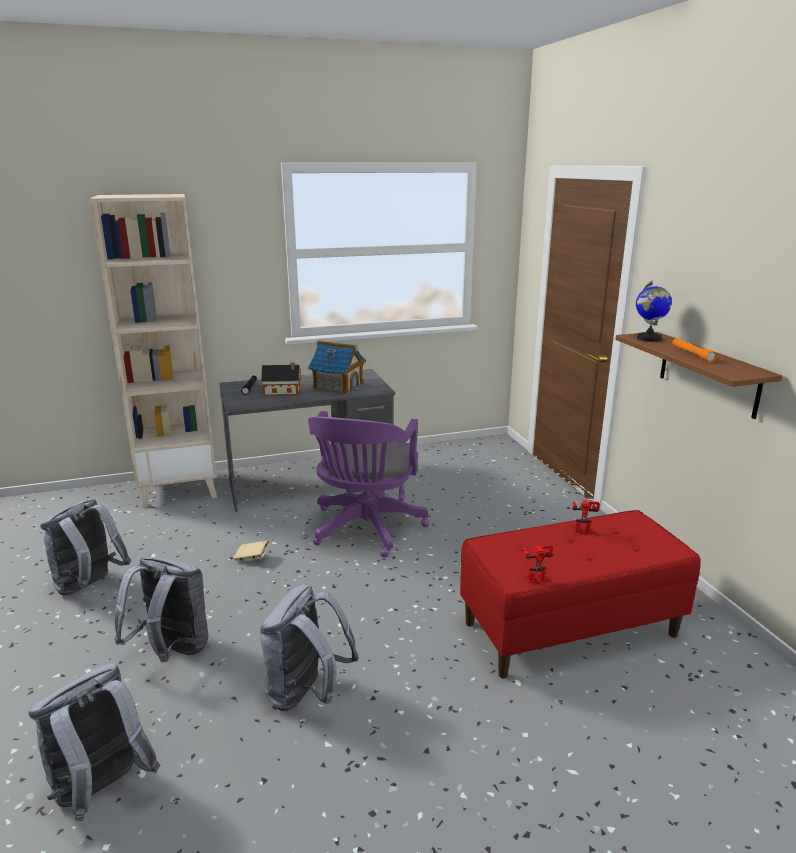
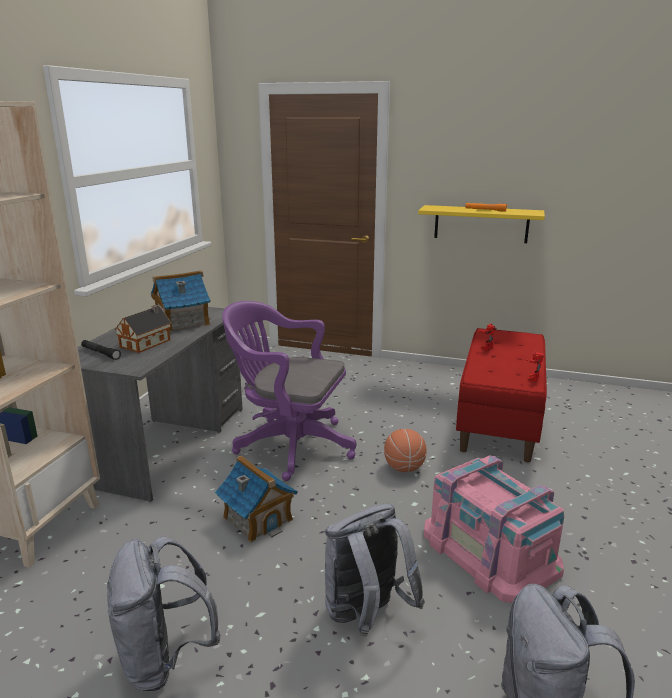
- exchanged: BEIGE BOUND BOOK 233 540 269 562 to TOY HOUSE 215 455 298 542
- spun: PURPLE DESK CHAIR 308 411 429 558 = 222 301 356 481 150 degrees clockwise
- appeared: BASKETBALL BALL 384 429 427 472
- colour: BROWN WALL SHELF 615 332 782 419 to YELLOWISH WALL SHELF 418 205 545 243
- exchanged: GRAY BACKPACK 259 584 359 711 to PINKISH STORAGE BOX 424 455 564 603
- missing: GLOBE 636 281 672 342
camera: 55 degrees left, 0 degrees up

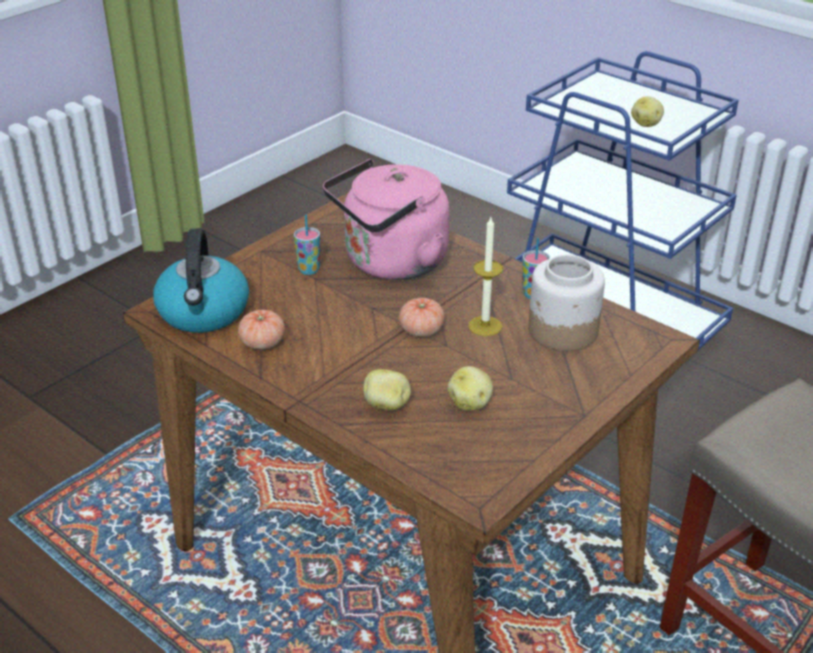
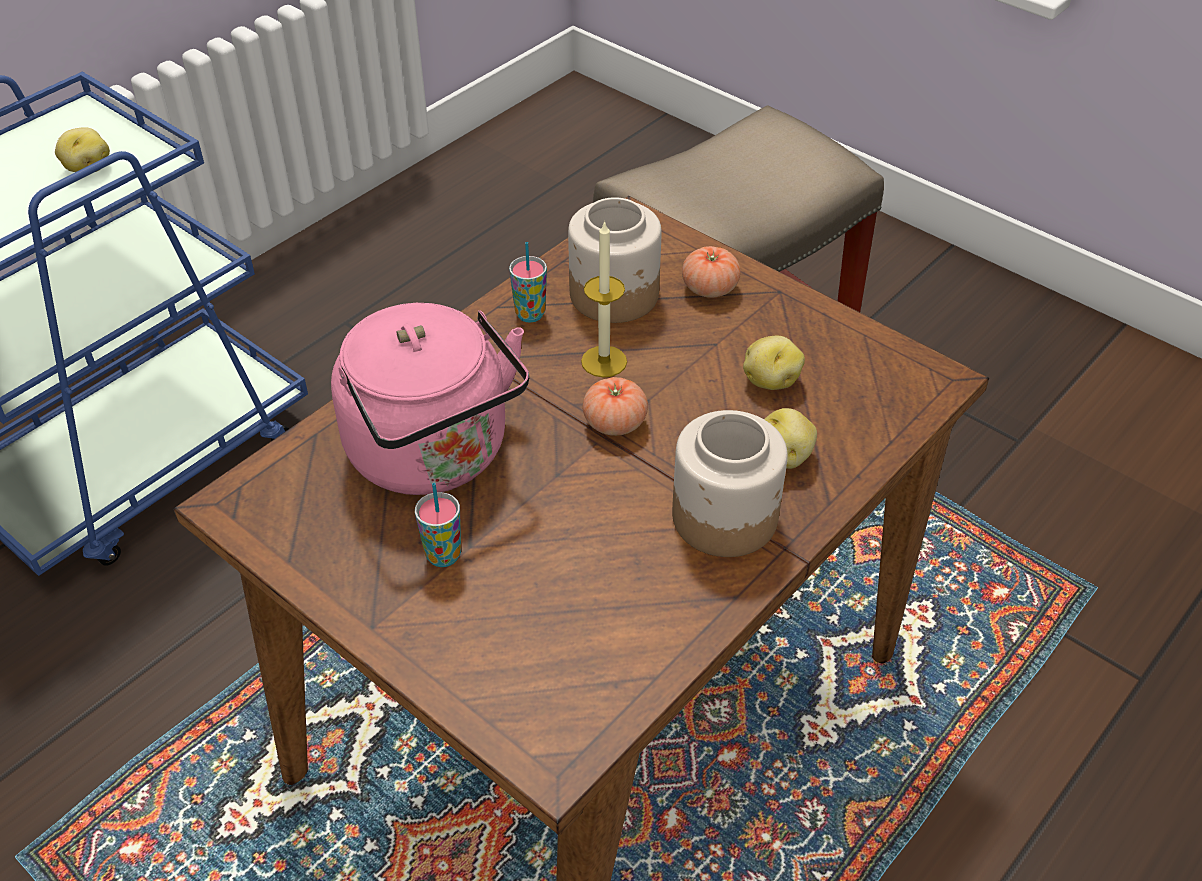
- appeared: PRESERVE JAR 672 410 788 557
- relocated: WHOLE TOMATO 238 310 285 350 to 682 246 741 298
- missing: TEA KETTLE 153 228 249 333
camera: 90 degrees left, 10 degrees up

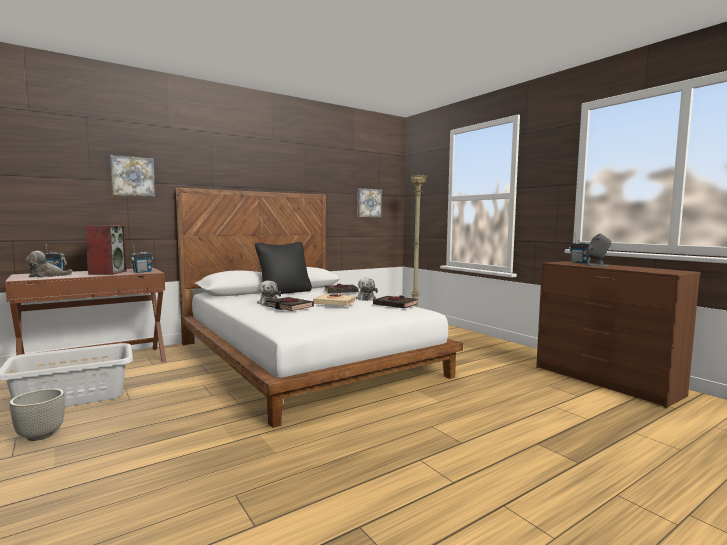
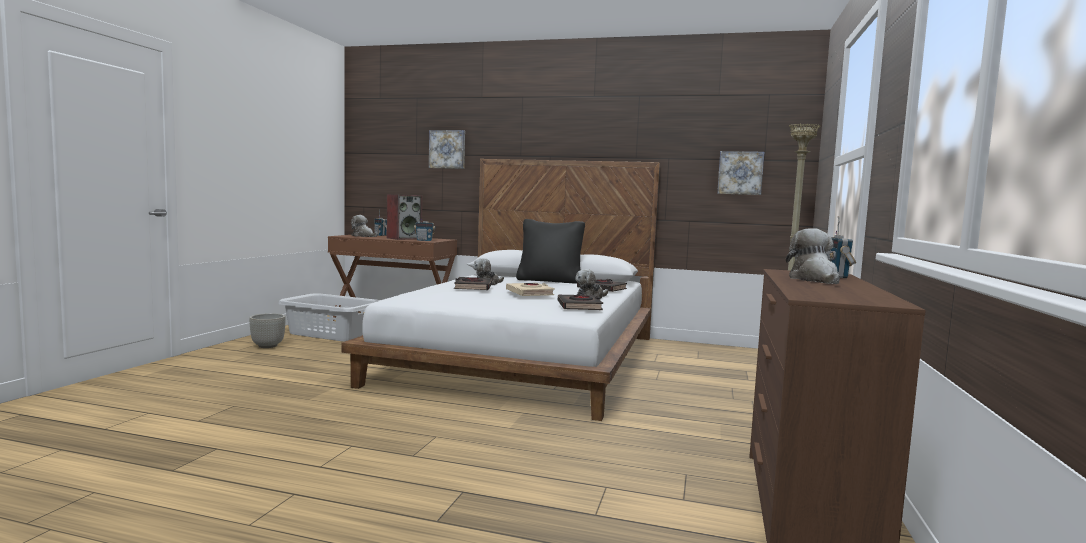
- exchanged: GRAY SPEAKER 586 233 612 267 to PLUSH TOY 786 229 840 284
camera: 50 degrees right, 0 degrees up

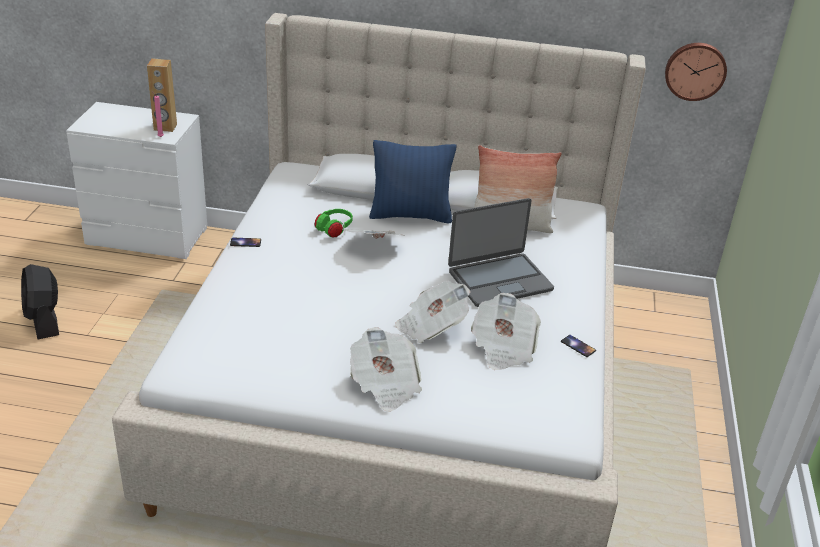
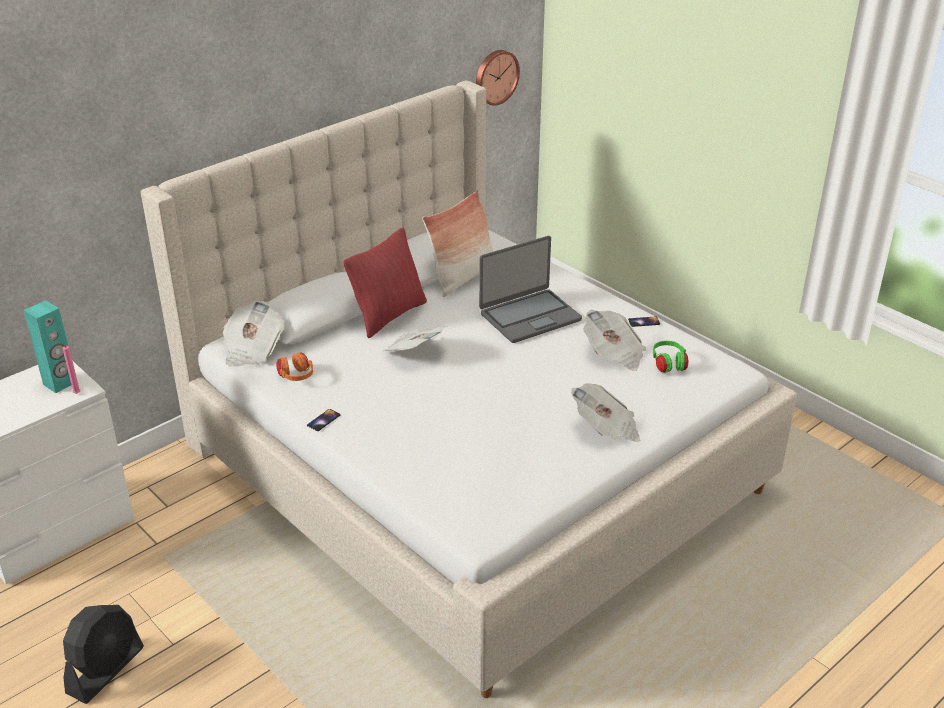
- colour: BROWN SPEAKER 147 59 177 132 to BLUE-GREEN SPEAKER 24 300 71 393
- spun: BLACK ELECTRIC FAN 21 264 59 339 = 63 605 144 704 75 degrees counterclockwise
- relocated: DAILY PAPER 395 281 471 343 to 222 301 284 367
- appeared: ORANGEY HEADSET 276 352 313 381
- colour: BLUISH THROW PILLOW 369 140 456 223 to RED-COLOURED THROW PILLOW 343 227 427 338
- spun: LAPTOP 448 198 554 307 = 479 236 582 343 45 degrees clockwise
- relocated: GREEN-COLOURED HEADSET 314 209 353 237 to 653 341 688 373
camera: 50 degrees left, 0 degrees up

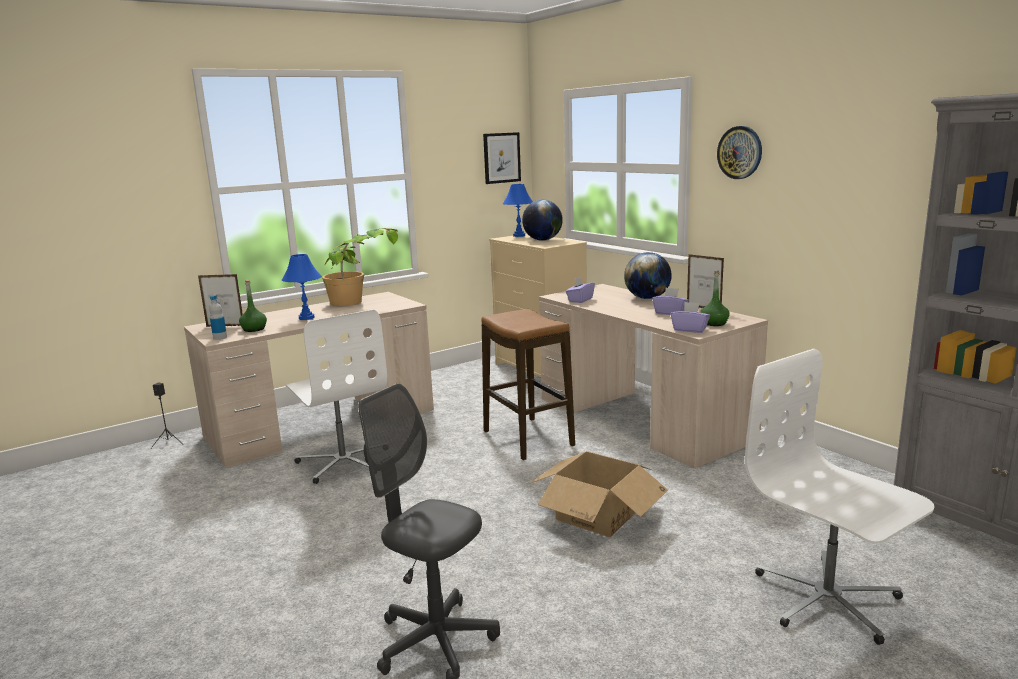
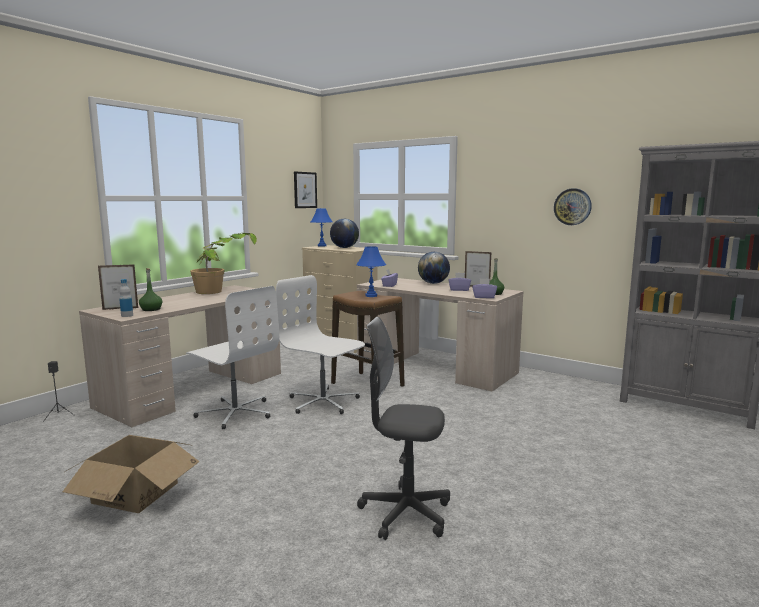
- relocated: CARDBOARD BOX 529 451 668 537 to 62 435 199 513
- relocated: WHITE DESK CHAIR 745 349 934 645 to 276 275 365 414
- relocated: BLUISH TABLE LAMP 282 254 322 320 to 356 246 386 297
- relocated: CLOCK ON THE WALL 717 126 762 179 to 554 188 592 225
camera: 20 degrees left, 5 degrees down

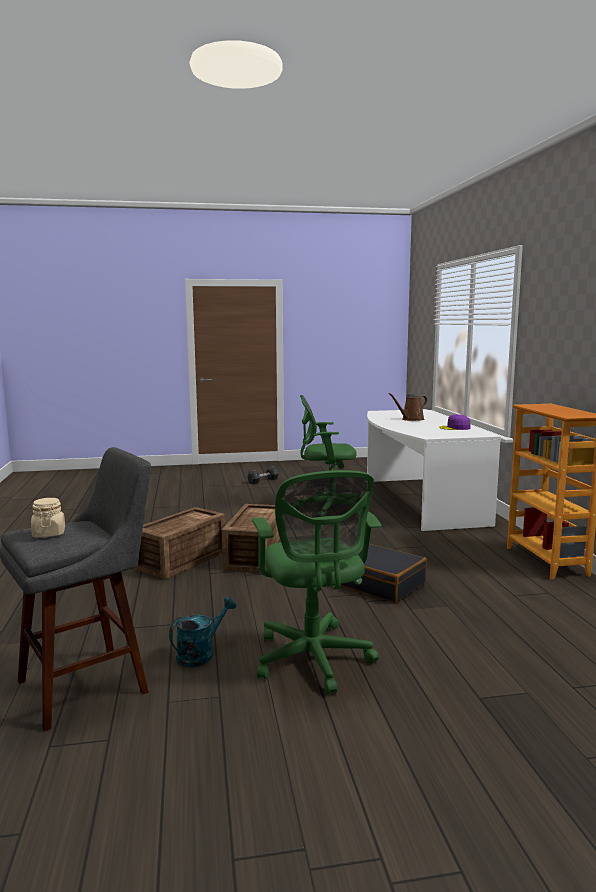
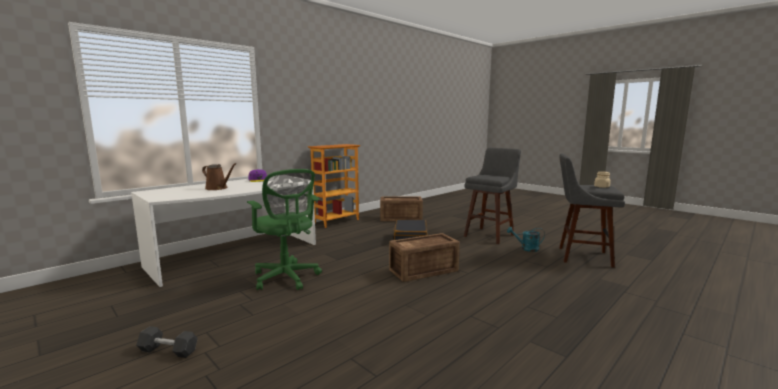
- relocated: CRATE 135 507 225 579 to 380 196 423 221
- exchanged: GREEN-COLOURED DESK CHAIR 252 470 381 694 to GRAY SITTING STOOL 464 148 521 244
camera: 125 degrees left, 0 degrees up

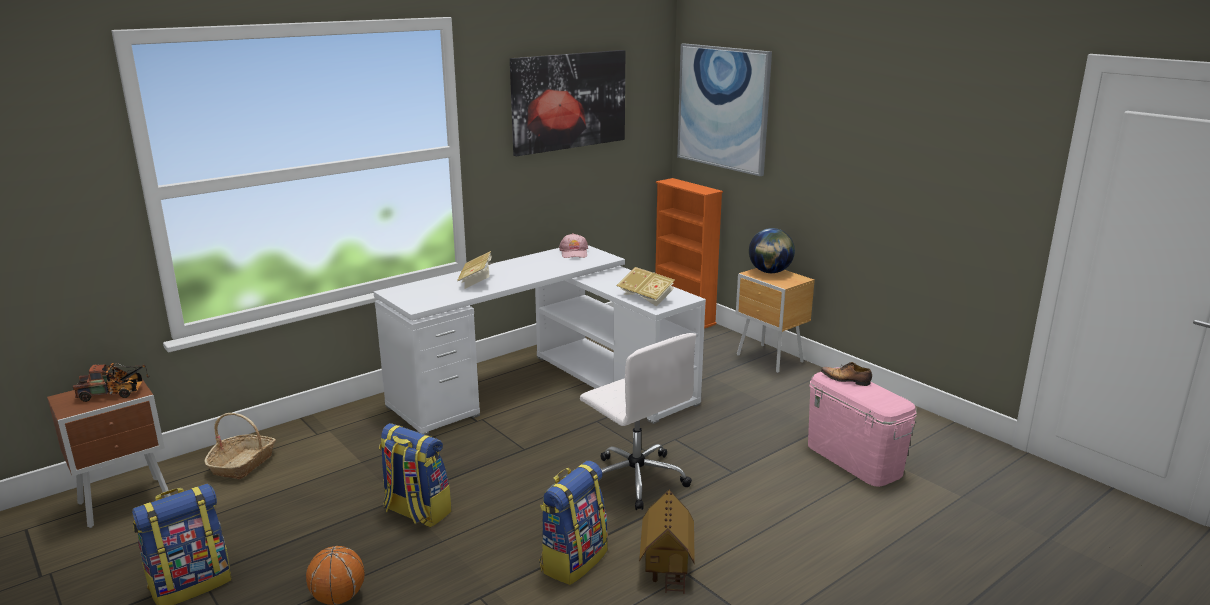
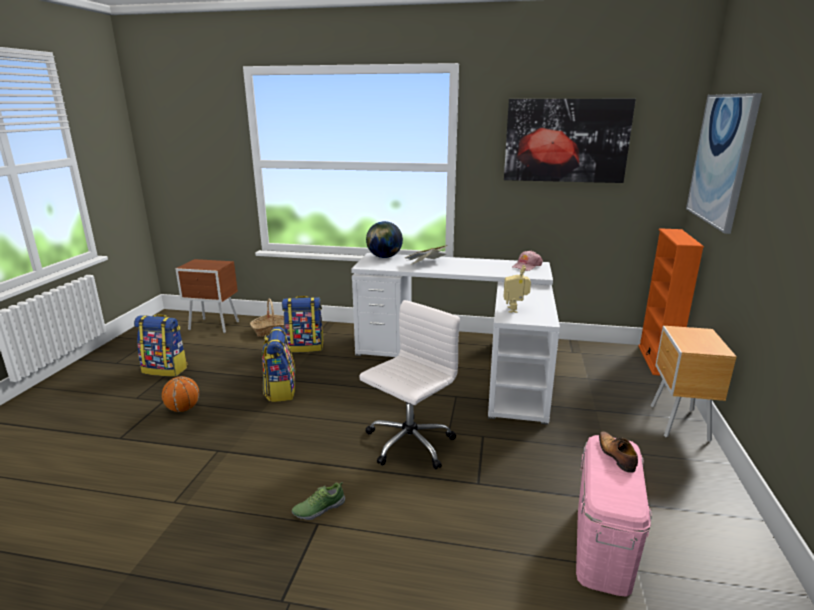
- relocated: BACKPACK 539 461 608 585 to 282 296 324 353
- exchanged: TOY HOUSE 639 490 695 594 to ITEM OF FOOTWEAR 292 482 345 520
- spun: WHITE DESK CHAIR 580 333 696 510 = 359 300 460 469 150 degrees counterclockwise
- relocated: GLOBE 749 228 795 273 to 366 221 403 258
- exchanged: BOUND BOOK 616 267 675 306 to MODEL ROBOT 504 265 531 313
- missing: MODEL TRUCK 73 363 150 402
camera: 50 degrees right, 0 degrees up

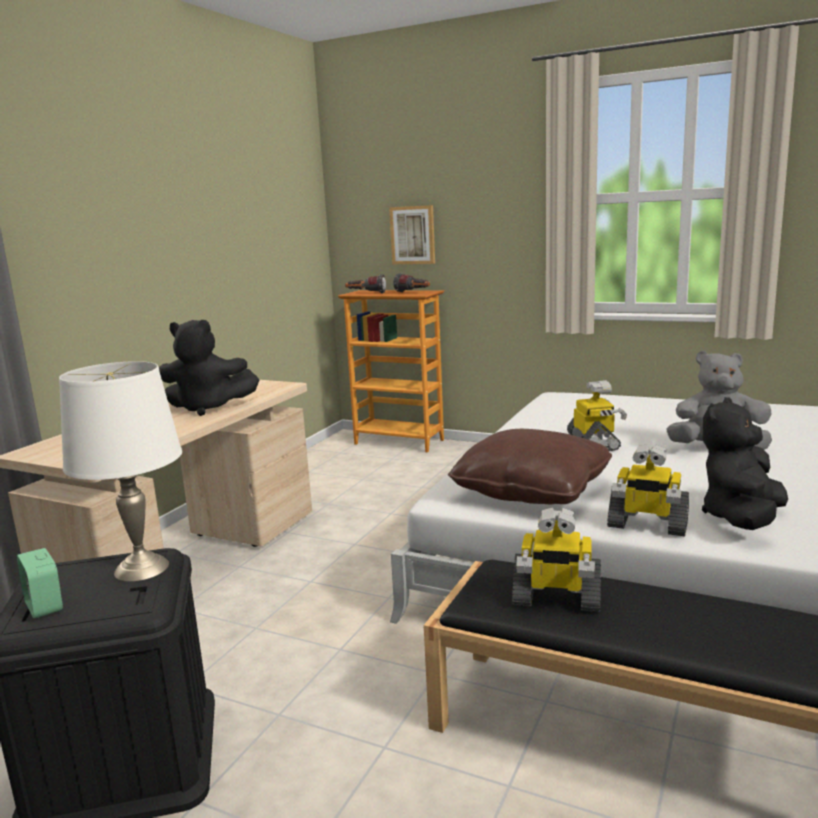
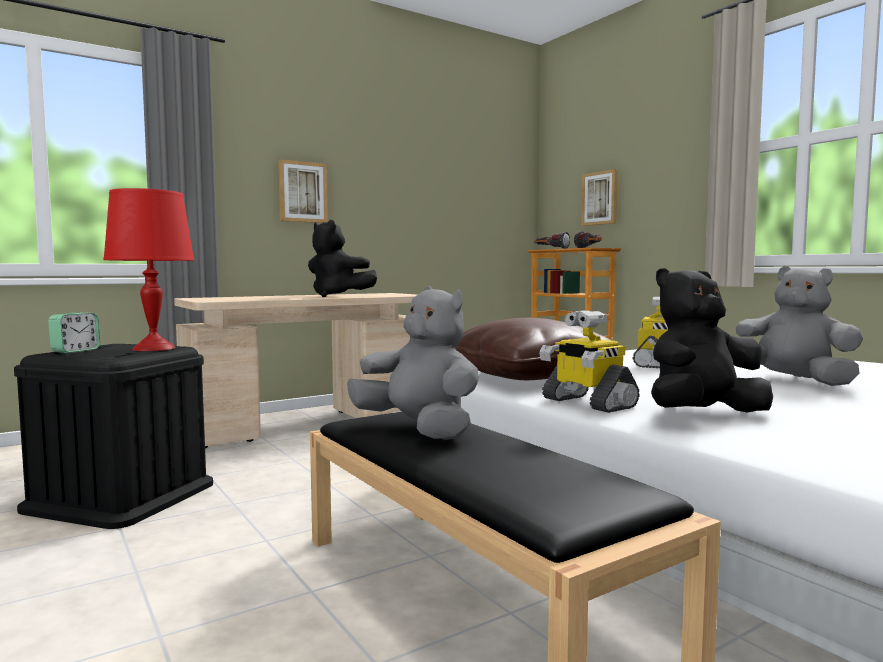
- spun: TABLE CLOCK 17 548 63 618 = 48 313 100 353 150 degrees counterclockwise
- colour: WHITE TABLE LAMP 59 361 182 582 to RED-COLOURED TABLE LAMP 103 188 194 351
- appeared: PICTURE 278 159 328 223
- exchanged: MODEL ROBOT 512 507 601 612 to GRAY PLUSH TOY 347 286 479 440
camera: 30 degrees right, 10 degrees down

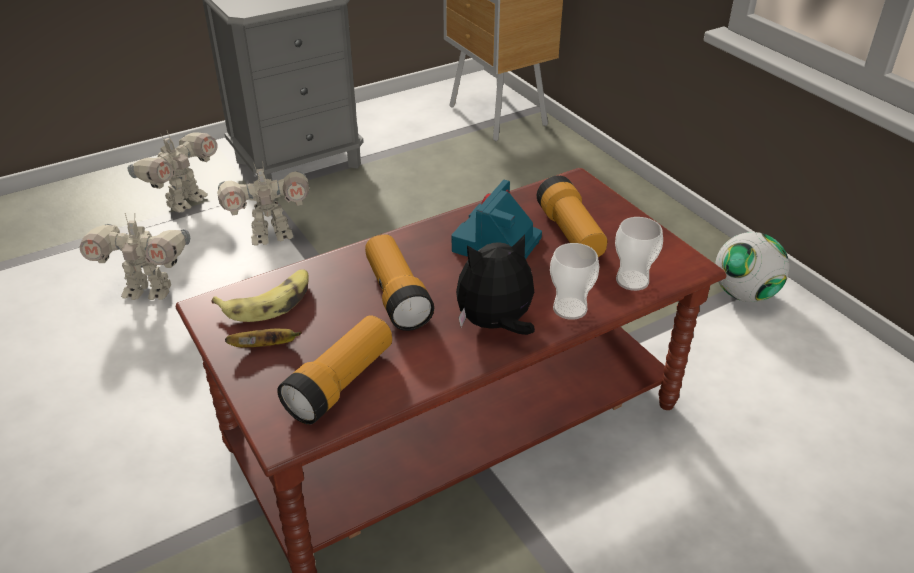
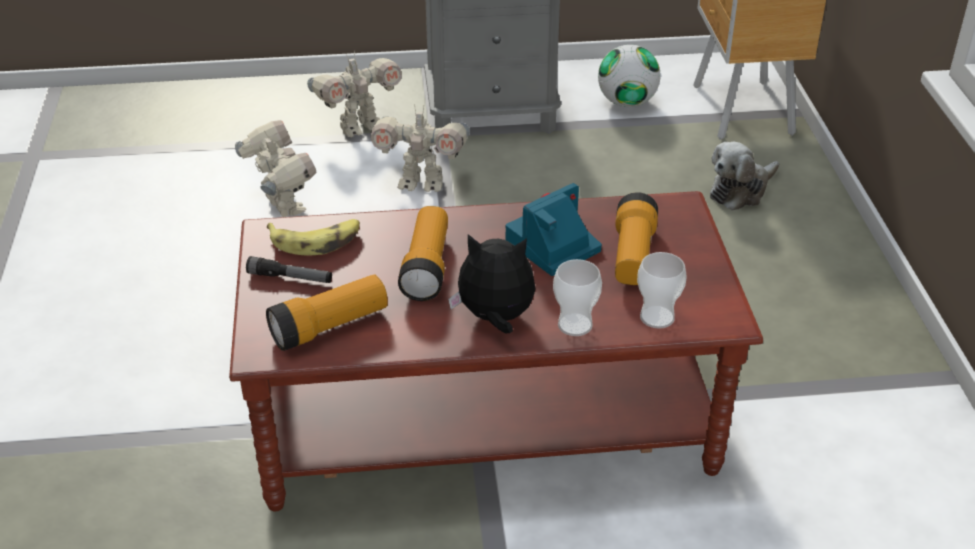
- spun: MODEL ROBOT 80 213 190 300 = 235 120 316 217 150 degrees counterclockwise
- exchanged: WHOLE BANANA 225 329 302 347 to HAND TORCH 246 256 332 283
- relocated: FOOTBALL BALL 715 232 789 302 to 598 45 661 107
- appeared: PLUSH TOY 710 142 779 211
camera: 25 degrees right, 0 degrees up

